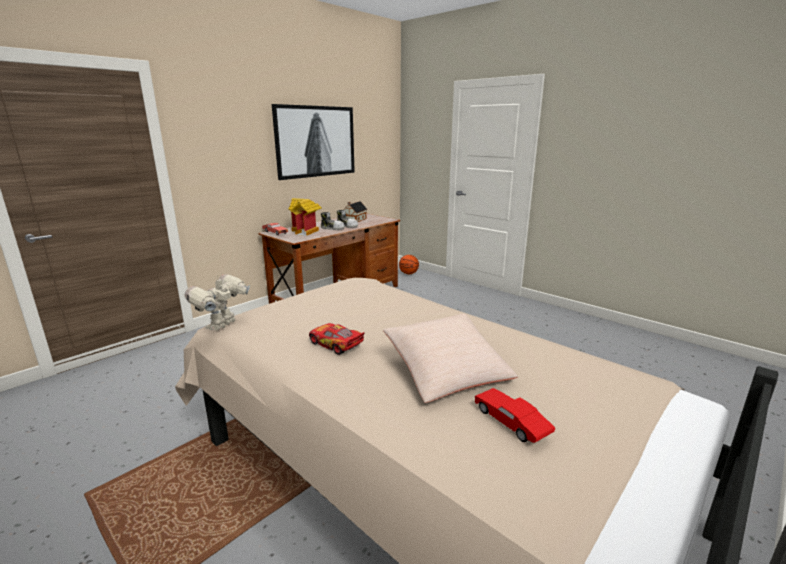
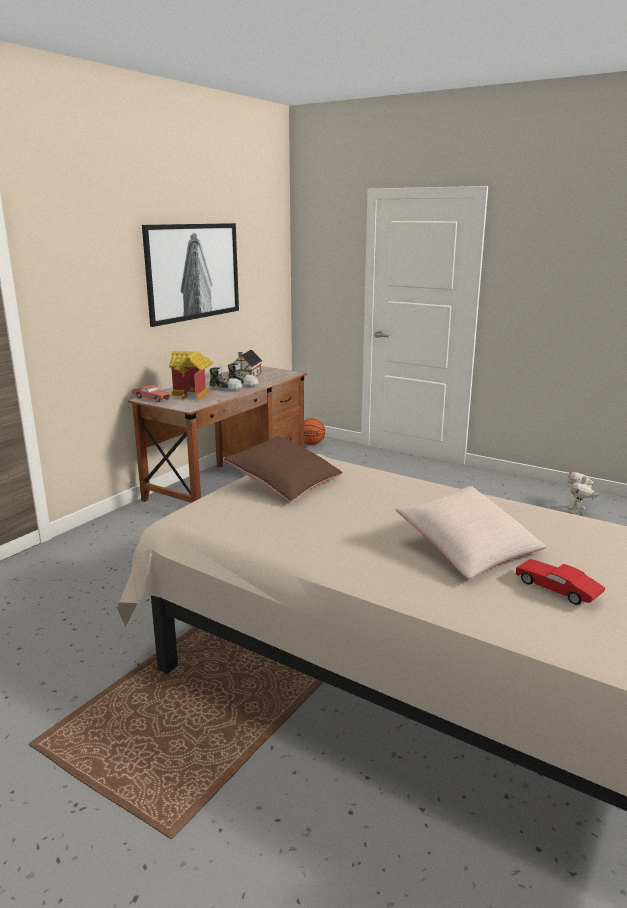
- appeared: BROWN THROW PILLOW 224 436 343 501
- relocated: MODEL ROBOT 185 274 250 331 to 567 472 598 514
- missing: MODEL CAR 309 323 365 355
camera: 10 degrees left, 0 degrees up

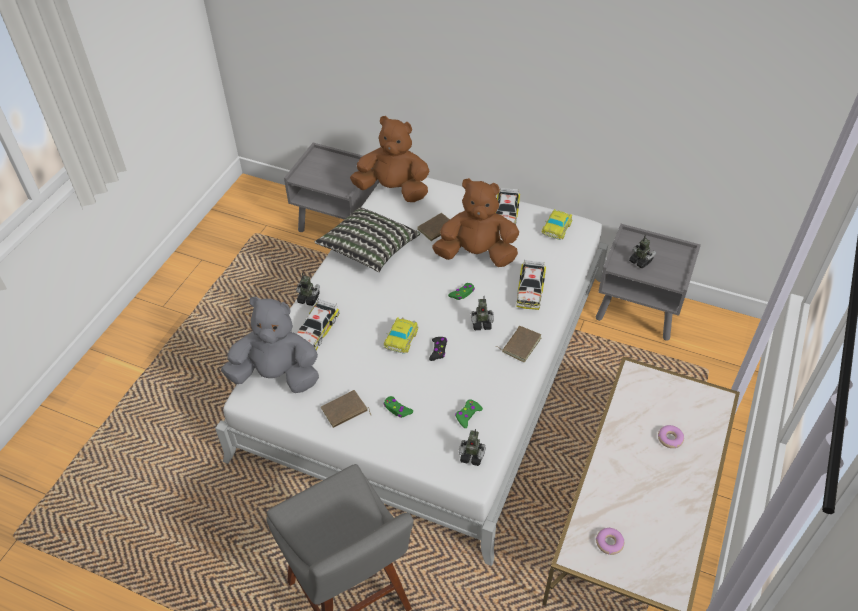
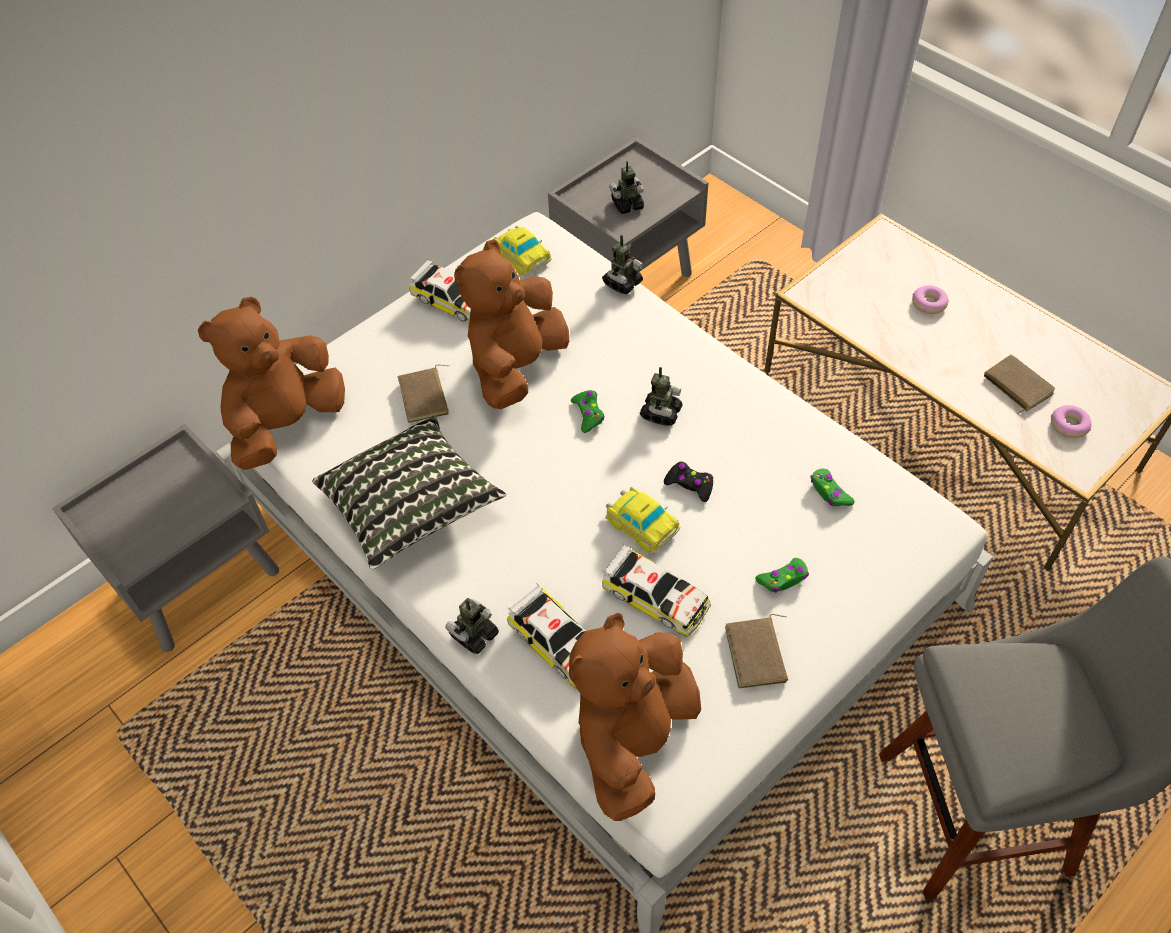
- colour: GRAY PLUSH TOY 221 297 319 393 to BROWN PLUSH TOY 569 613 701 821
- relocated: MODEL ROBOT 459 429 486 466 to 602 235 643 294
- relocated: MODEL CAR 516 260 546 310 to 602 543 711 637
- relocated: BROWN BOUND BOOK 495 326 541 362 to 984 355 1056 414
camera: 65 degrees left, 5 degrees up

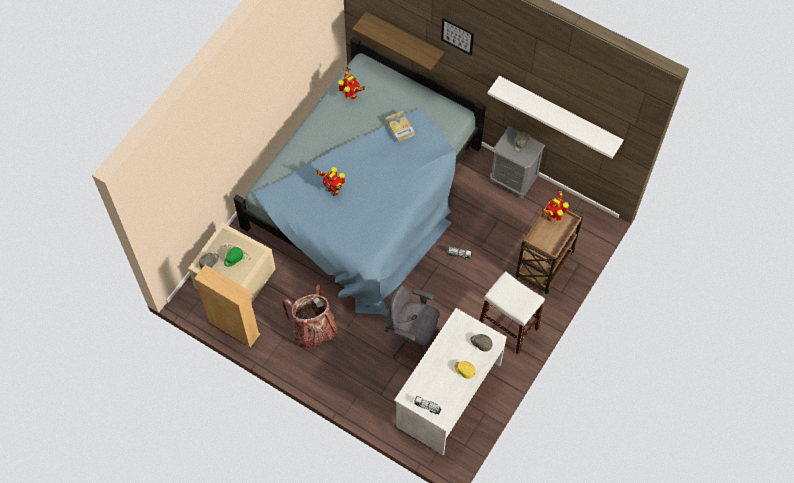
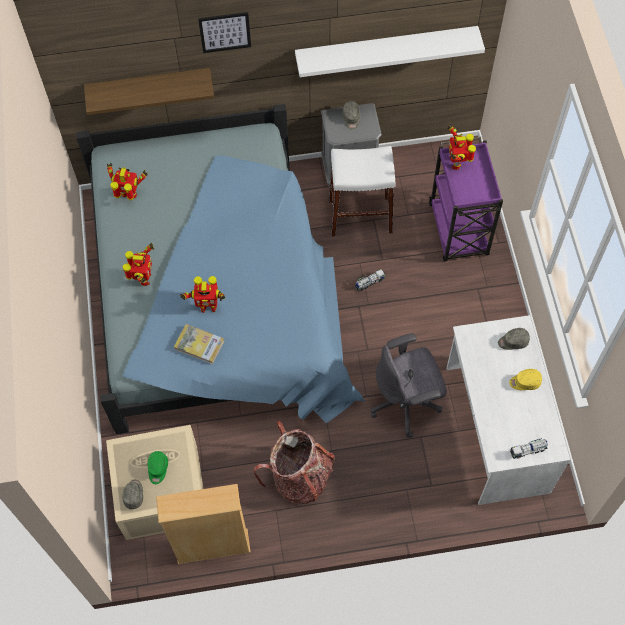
- appeared: MODEL ROBOT 123 243 154 286
- relocated: BOUND BOOK 386 111 415 142 to 174 324 224 364
- relocated: WHITE SITTING STOOL 479 271 545 354 to 329 146 395 236
- colour: BROWN WHEELED CART 515 199 583 294 to PURPLE WHEELED CART 429 137 503 262
camera: 40 degrees left, 0 degrees up

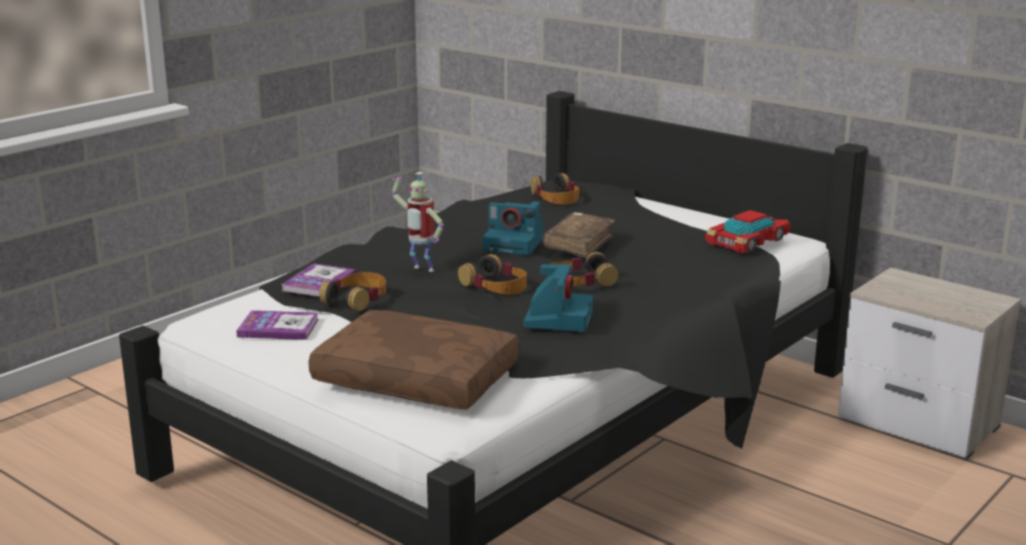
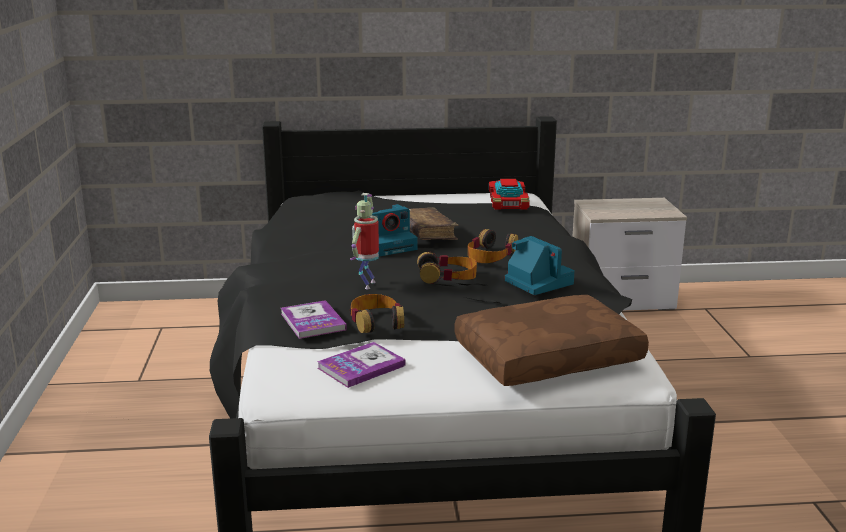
- spun: MODEL ROBOT 392 172 444 272 = 350 193 379 289 120 degrees clockwise
- missing: HEADSET 531 173 579 205
camera: 45 degrees left, 0 degrees up

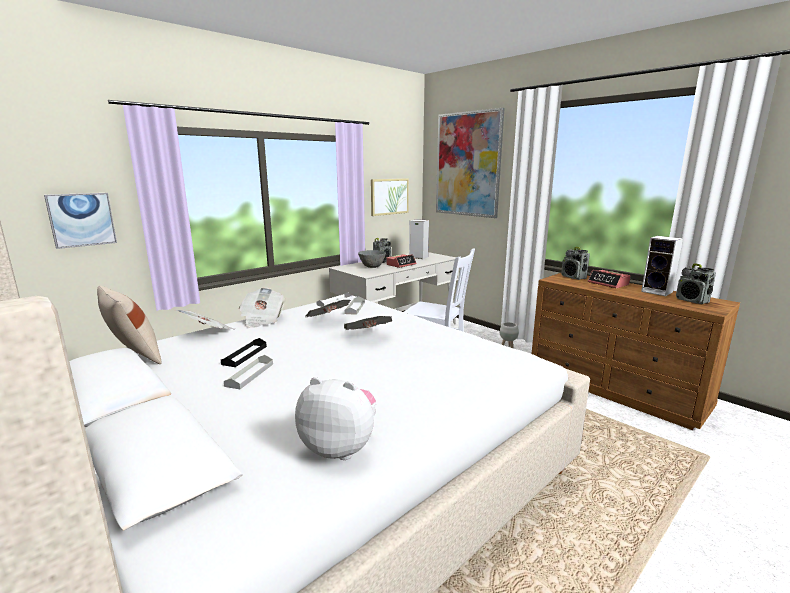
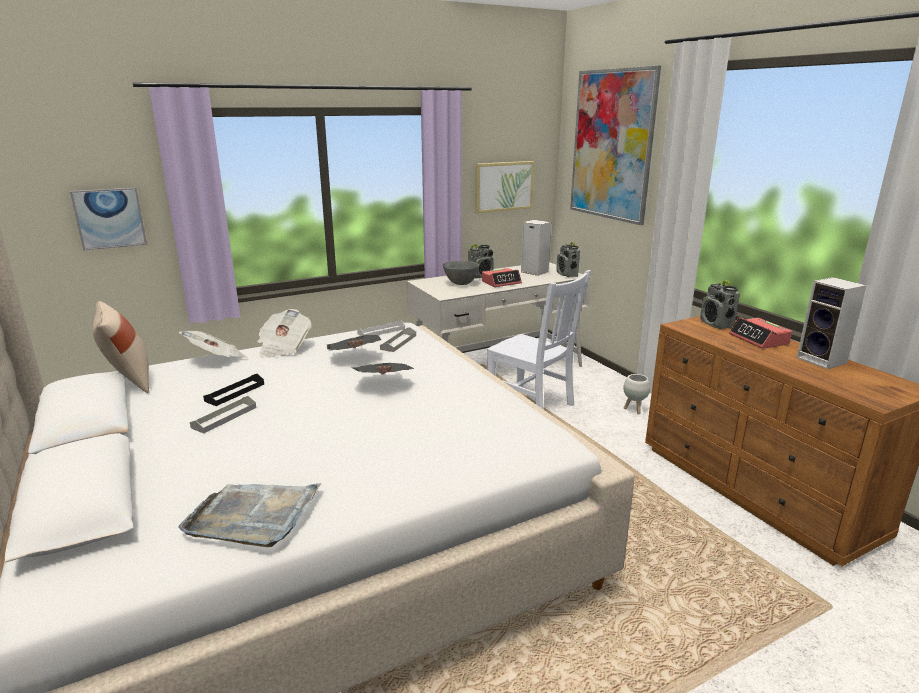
- exchanged: PLUSH TOY 295 377 376 460 to GRAY CARRYING TRAY 178 483 322 547
- relocated: RADIO SET 676 263 716 304 to 556 242 580 277
camera: 15 degrees right, 5 degrees up

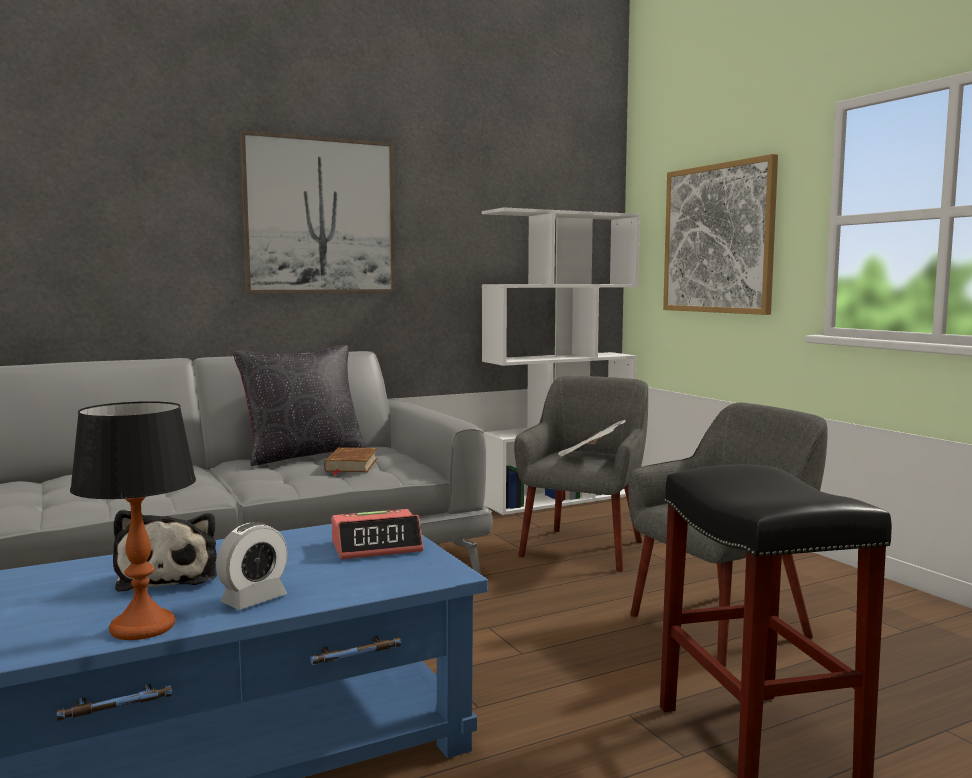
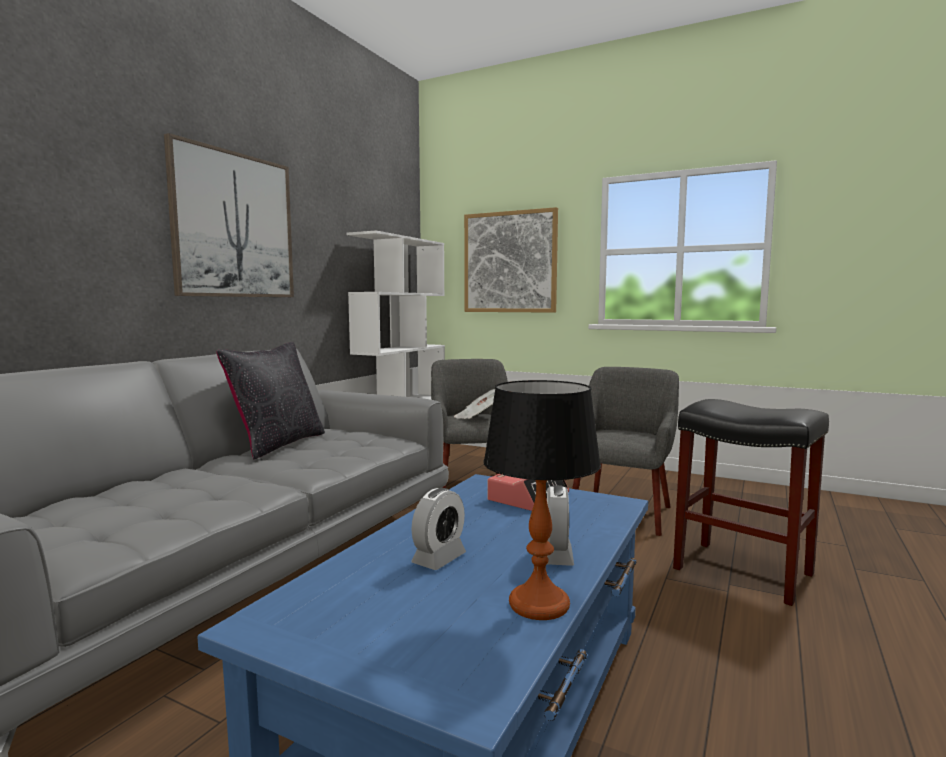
- exchanged: PLUSH TOY 113 509 217 592 to TABLE CLOCK 411 488 466 570
- missing: BROWN BOUND BOOK 324 447 377 475
camera: 35 degrees left, 0 degrees up

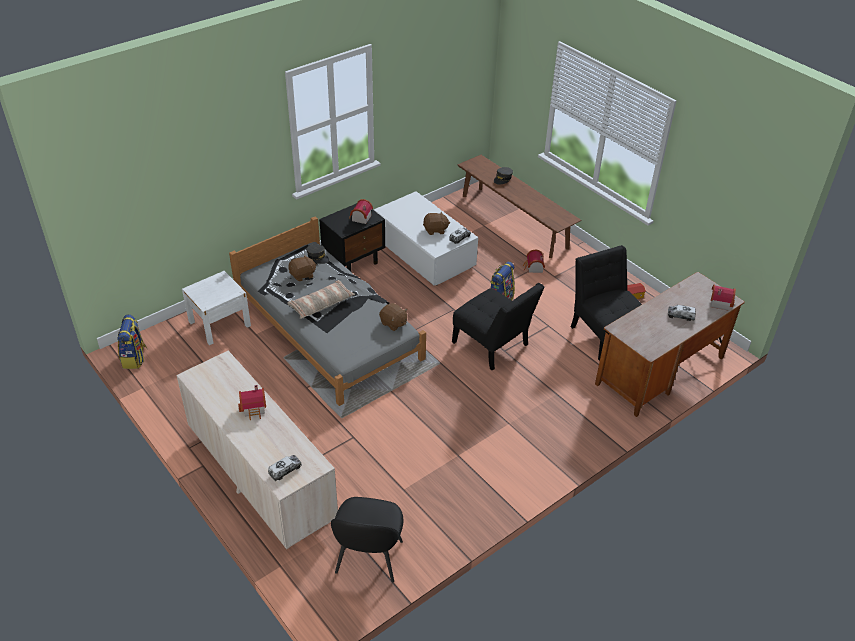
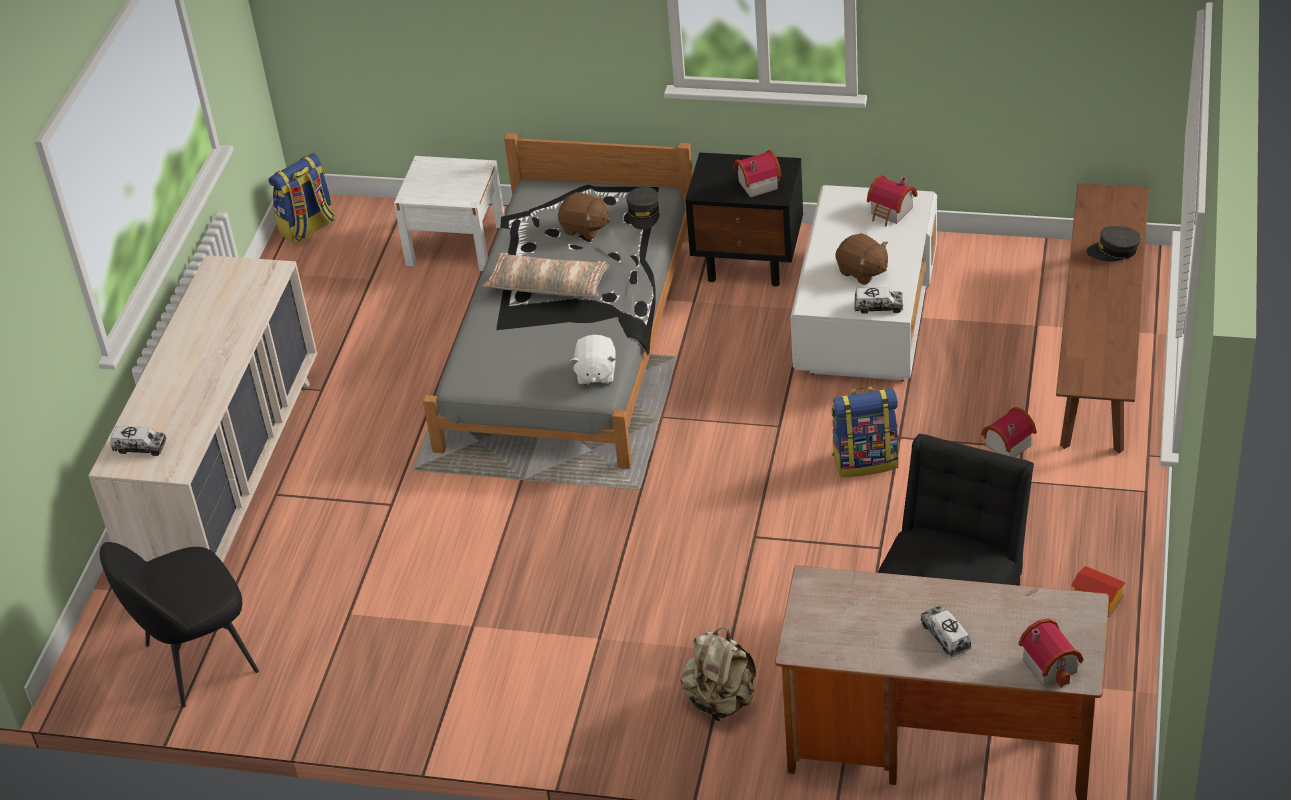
- colour: BROWN PLUSH TOY 379 303 407 331 to WHITE PLUSH TOY 570 335 616 385
- appeared: BEIGE BACKPACK 681 627 756 721
- relocated: TOY HOUSE 238 385 266 420 to 867 175 918 226
- missing: BLACK UPRIGHT CHAIR 452 283 545 371
camera: 55 degrees right, 0 degrees up

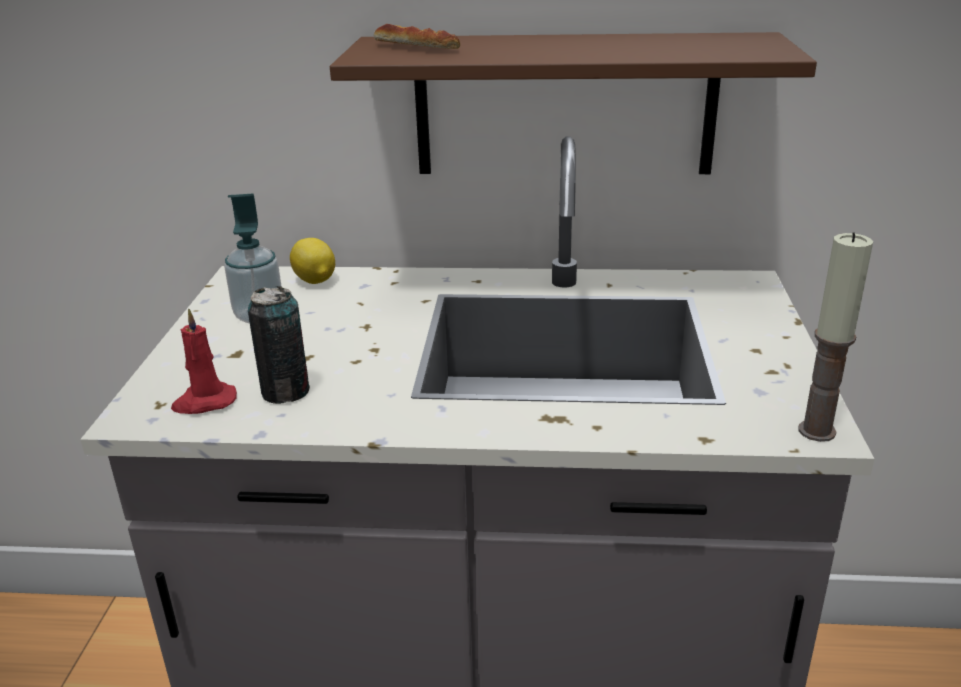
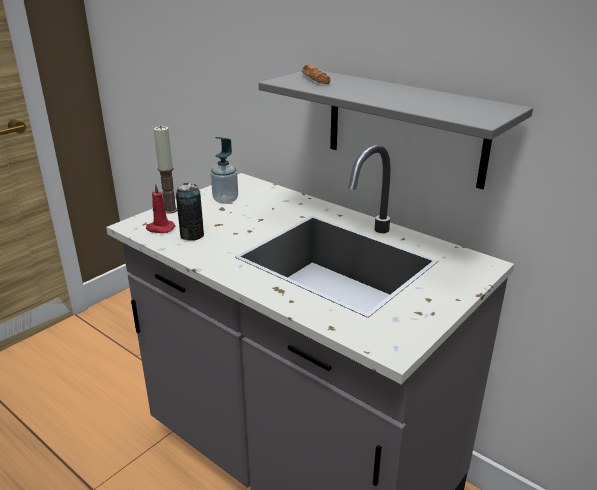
- relocated: WAX LIGHT 799 232 873 442 to 154 125 178 214
- colour: BROWN WALL SHELF 330 32 817 174 to GRAY WALL SHELF 259 70 533 189
- missing: WHOLE LEMON 290 238 335 284
camera: 35 degrees right, 0 degrees up

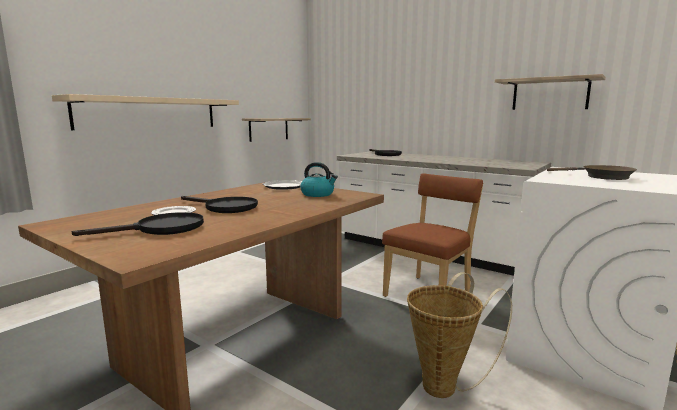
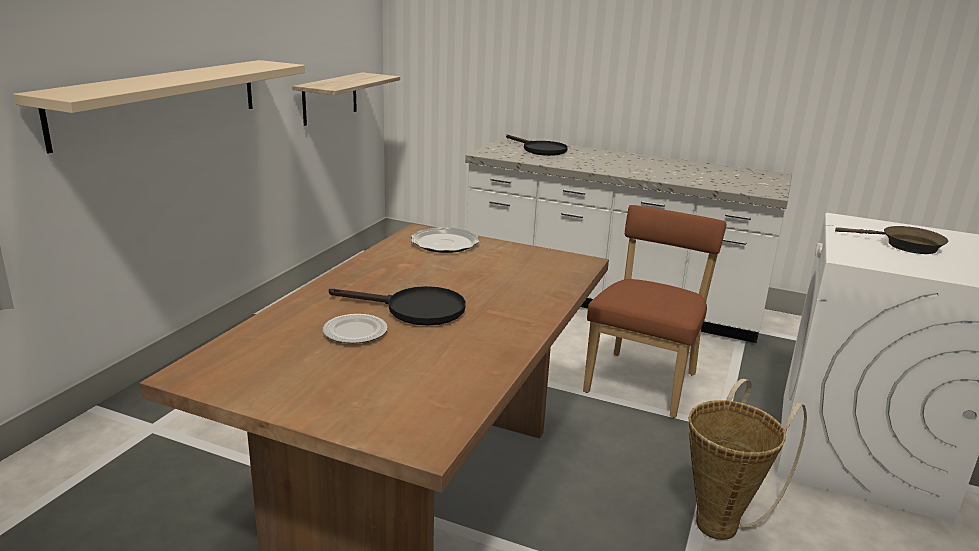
- missing: BLACK FRYING PAN 72 212 204 236
- missing: TEA KETTLE 300 162 338 197
- missing: WALL SHELF 495 74 606 110
camera: 15 degrees left, 10 degrees up

